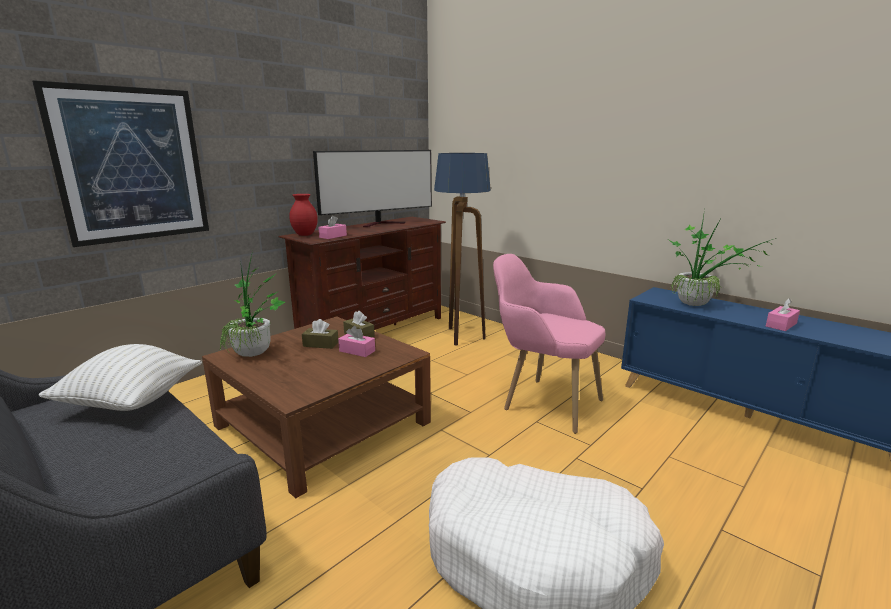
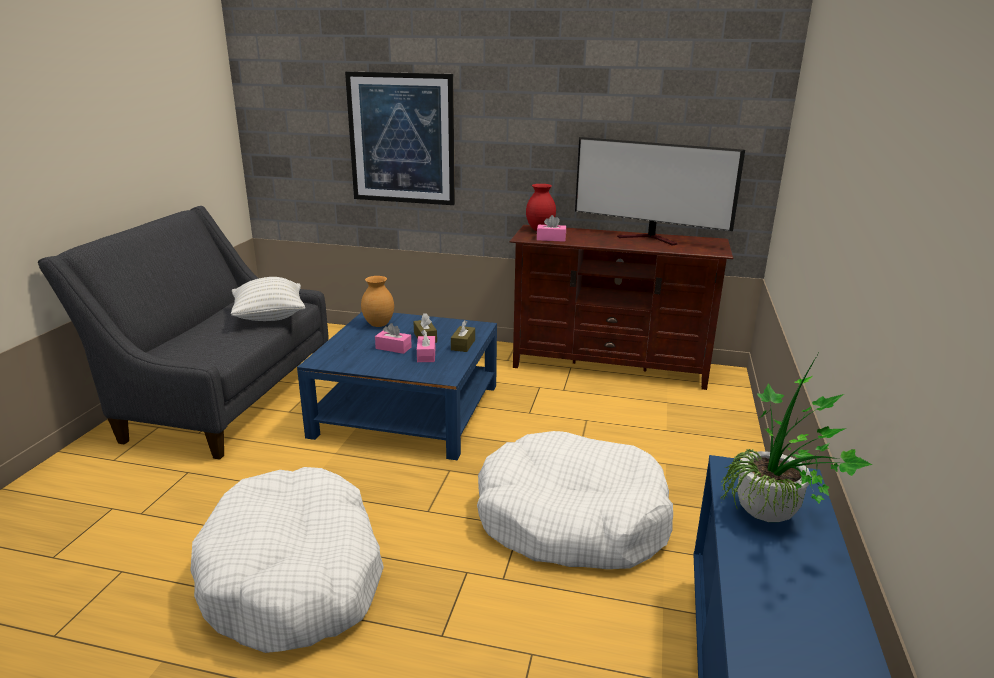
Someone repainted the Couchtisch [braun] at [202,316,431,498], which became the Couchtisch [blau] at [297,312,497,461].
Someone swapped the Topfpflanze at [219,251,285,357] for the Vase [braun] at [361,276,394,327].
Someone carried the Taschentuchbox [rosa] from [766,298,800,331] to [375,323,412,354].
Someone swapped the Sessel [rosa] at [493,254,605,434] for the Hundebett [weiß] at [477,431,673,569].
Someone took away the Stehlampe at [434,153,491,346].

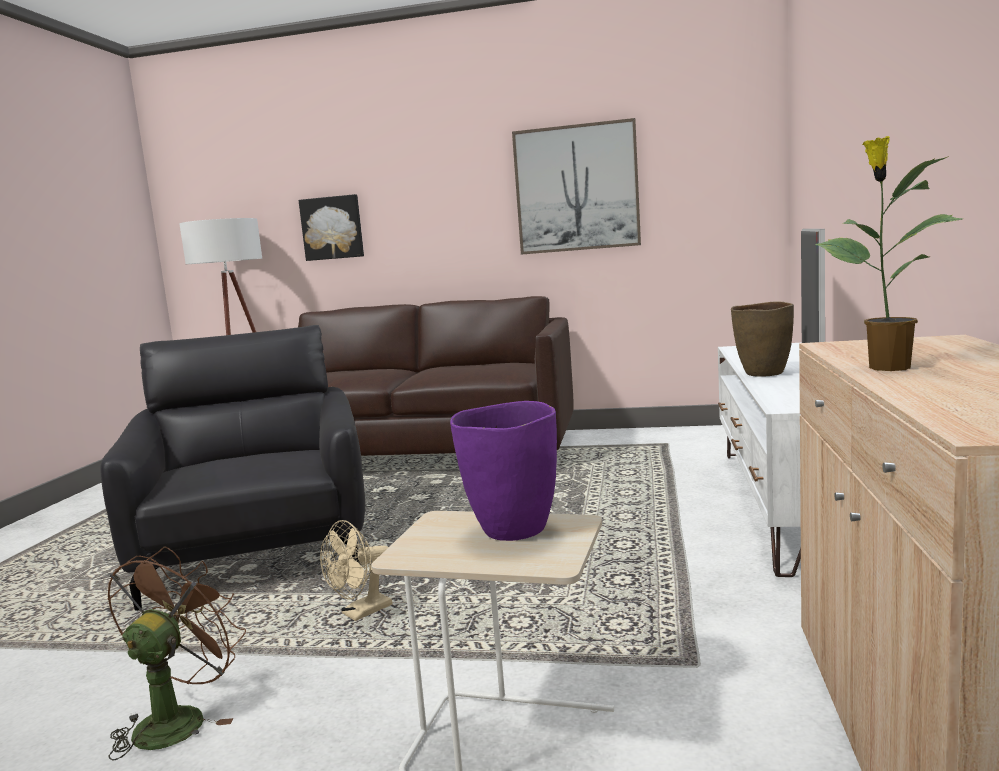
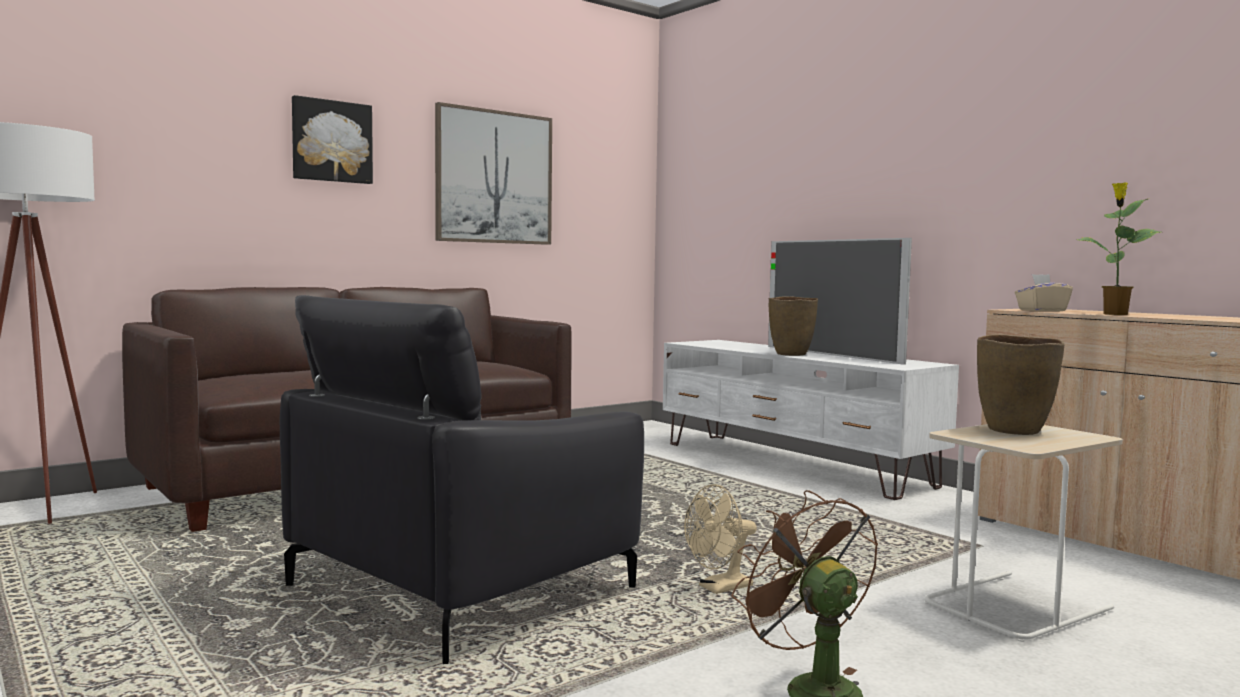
Someone rotated the Sessel [schwarz] at [100,325,365,611] by 75 degrees counterclockwise.
Someone carried the Bild from [299,194,364,261] to [292,95,373,184].
Someone rotated the Ventilator [beige] at [320,520,392,621] by 60 degrees clockwise.
Someone repainted the Vase [lila] at [450,401,557,541], which became the Vase [braun] at [977,334,1064,435].
Someone put down the Taschentuchbox [beige] at [1015,274,1073,311].

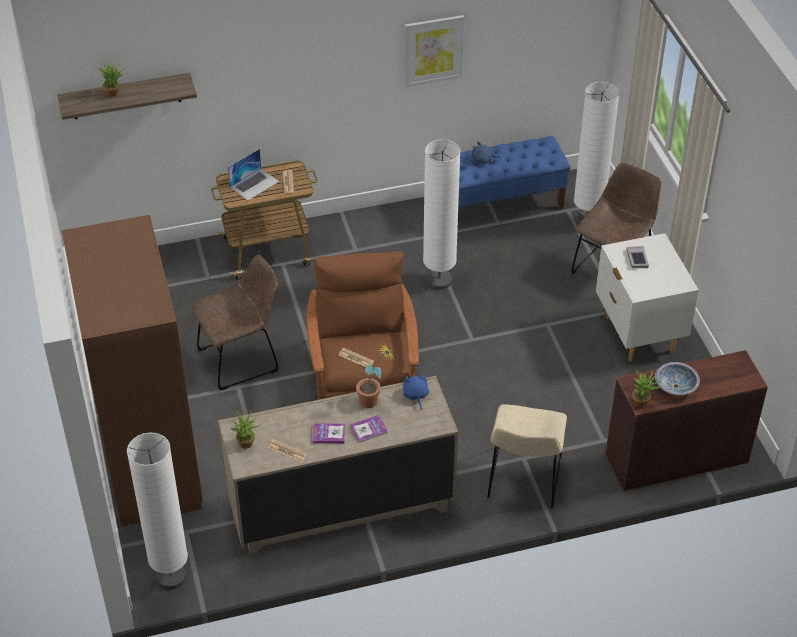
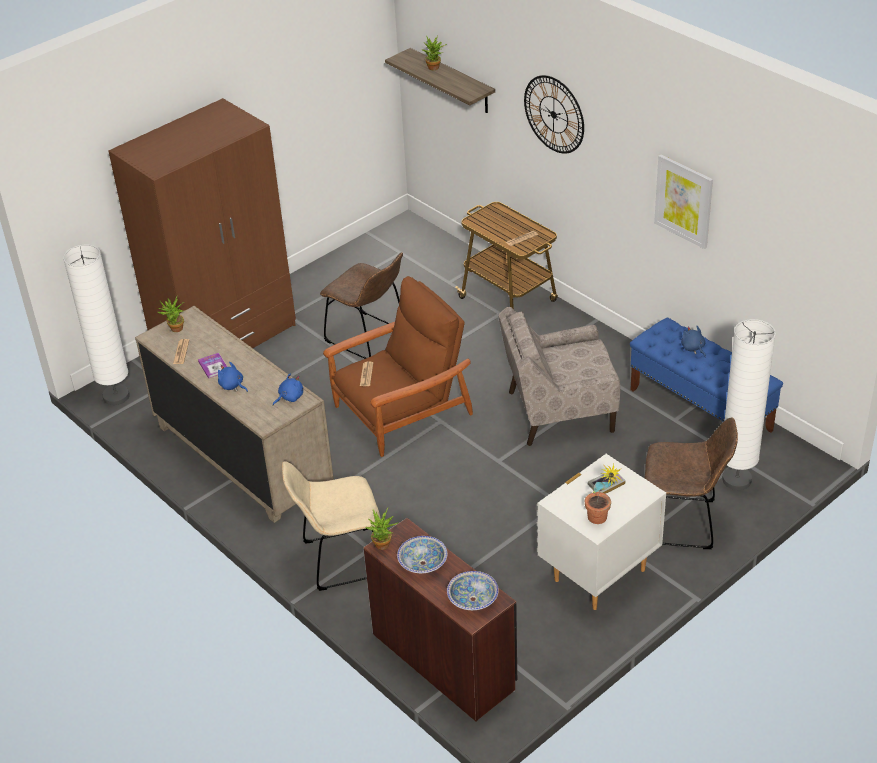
Someone swapped the Buch at [350,415,388,443] for the Plüschtier [blau] at [218,362,248,392].
Someone put down the Schüssel at [447,571,499,610].
Someone swapped the Stehlampe [weiß] at [423,139,461,290] for the Sessel [beige] at [498,307,620,446].
Someone put up the Wanduhr at [524,75,584,154].
Someone carried the Topfpflanze from [356,345,394,408] to [585,463,622,524].
Someone took away the Laptop at [228,149,279,200].

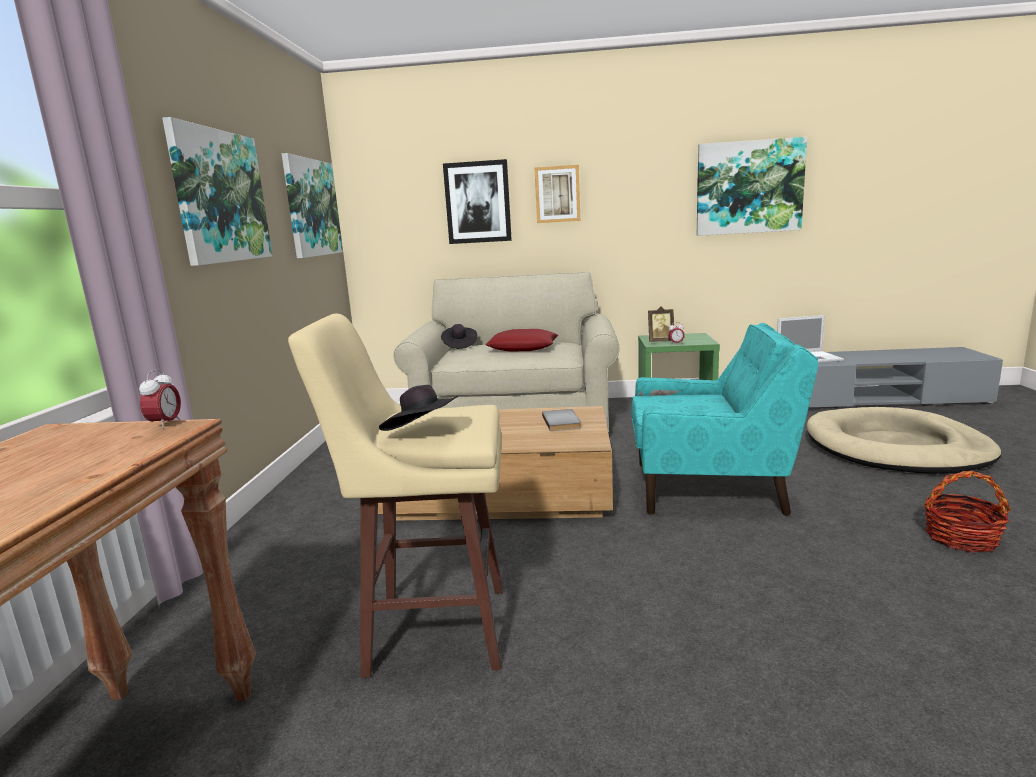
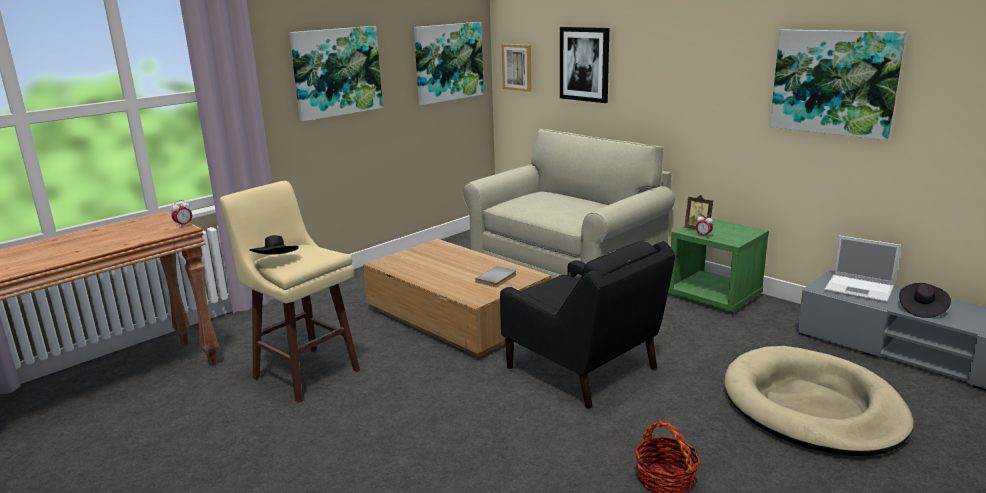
Someone repainted the Sessel [türkis] at [631,323,818,515], which became the Sessel [schwarz] at [500,240,675,409].
Someone carried the Bild from [535,165,580,223] to [502,44,531,92].
Someone carried the Hut [schwarz] from [441,324,477,349] to [899,283,951,318].
Someone took away the Kissen [rot] at [486,329,558,352].

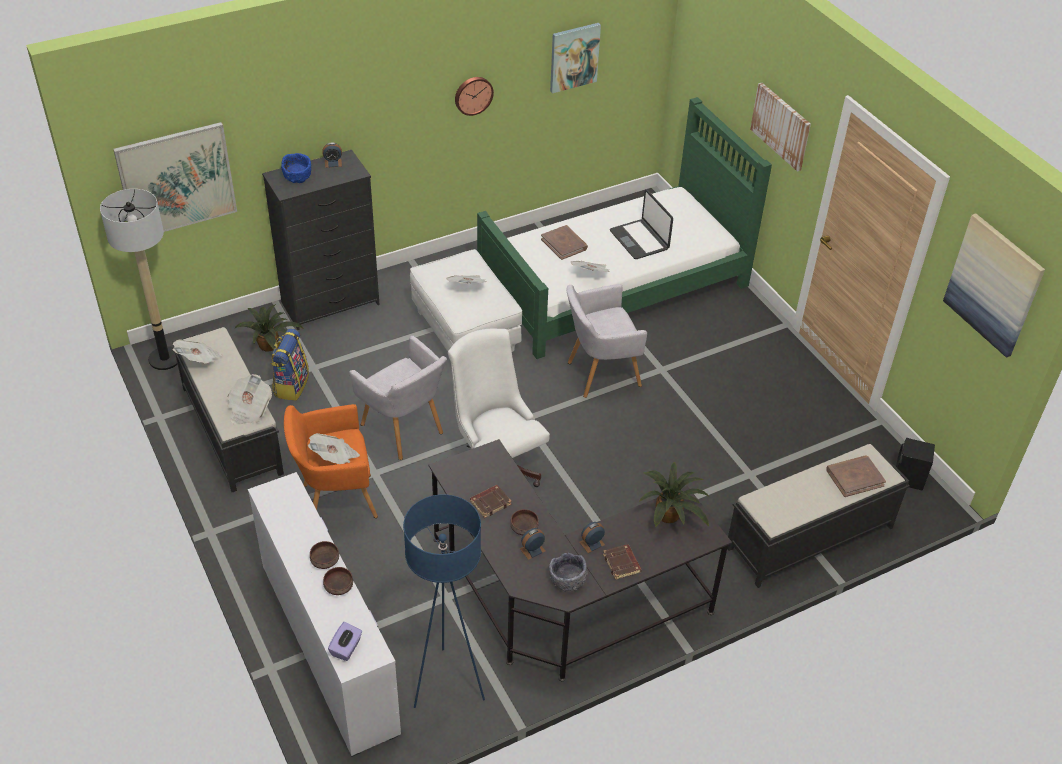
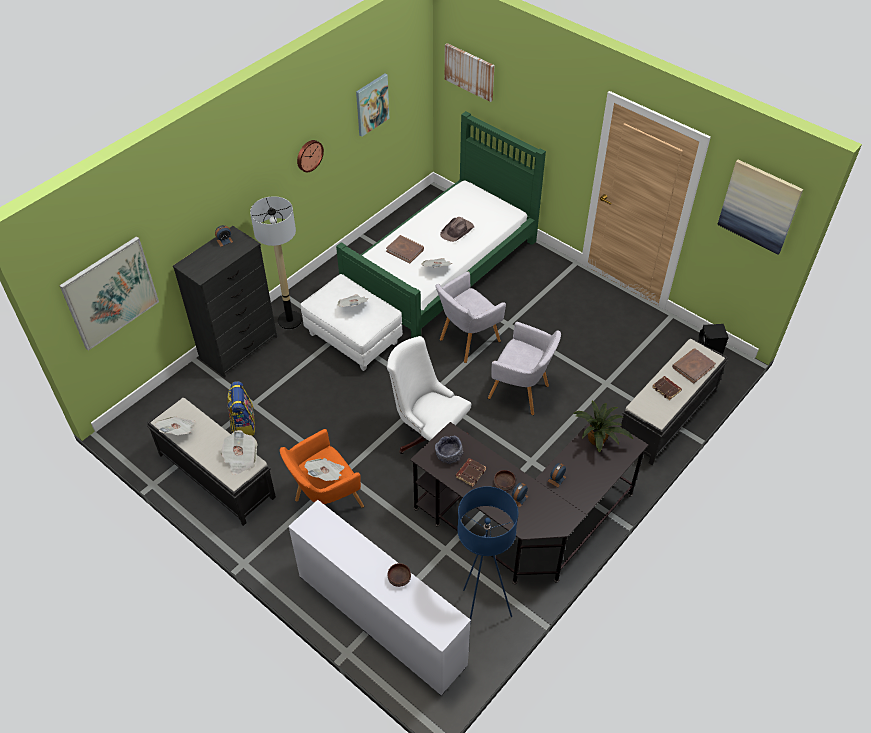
Someone carried the Stehlampe from [100,189,178,370] to [250,196,302,329].
Someone carried the Schüssel [grau] from [549,553,588,592] to [435,436,464,464].
Someone swapped the Laptop at [610,189,673,259] for the Hut [braun] at [440,217,474,242].
Someone carried the Bild from [750,83,811,172] to [445,43,494,102].
Someone carried the Sessel [grau] from [349,336,447,460] to [488,322,561,415].
Someone carried the Buch [braun] from [603,544,642,580] to [652,376,682,400].
Someone took away the Topfpflanze at [234,304,304,352].
Someone took away the Schüssel [blau] at [281,153,311,183].
Someone took away the Schüssel [braun] at [310,541,339,569].
Someone took away the Taschentuchbox [lila] at [328,622,362,661].

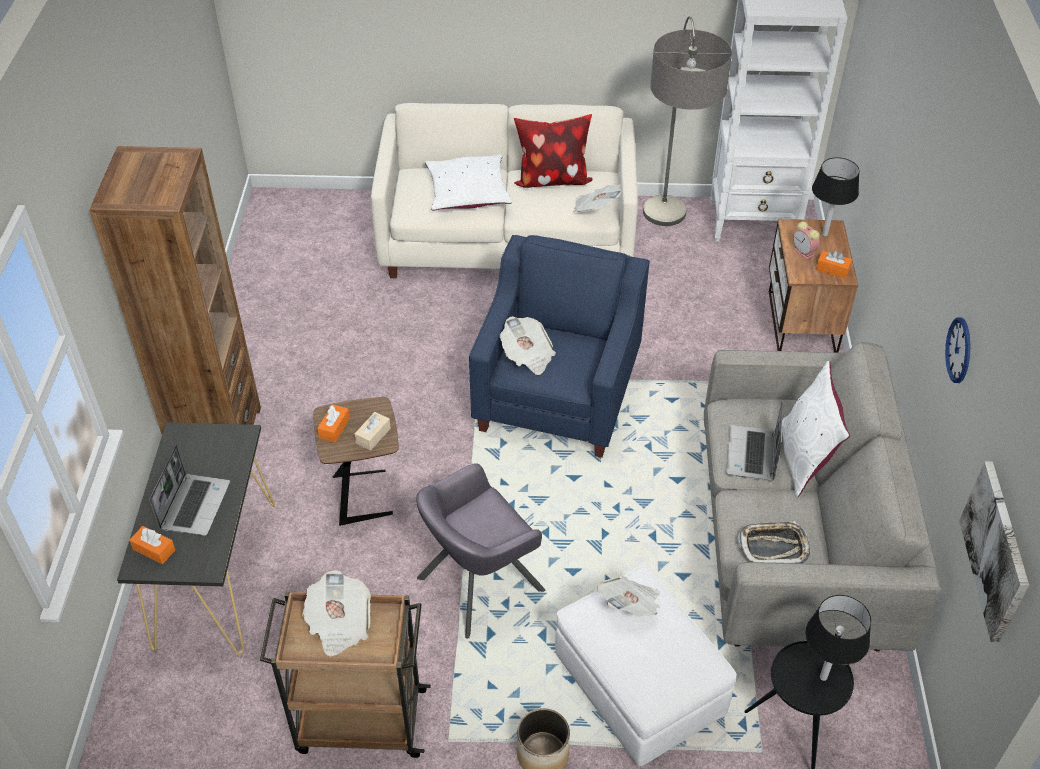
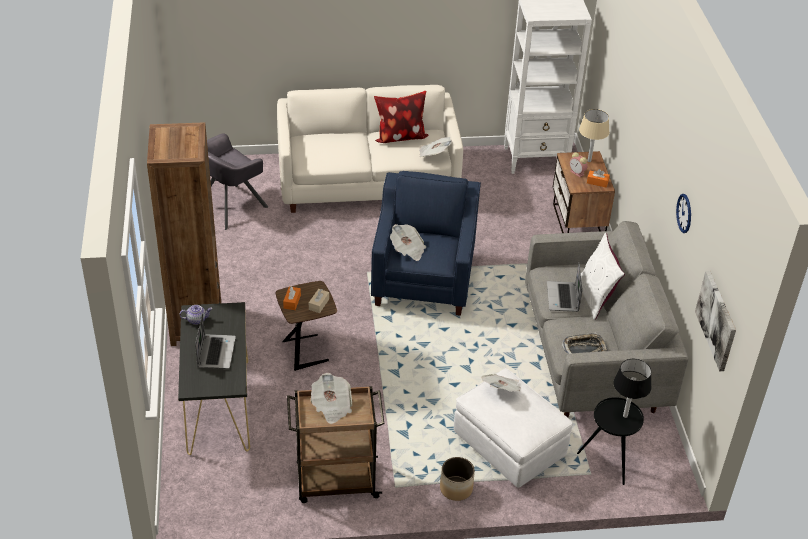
Someone put down the Teekanne at [179,305,212,325].
Someone carried the Sessel [grau] from [416,463,545,639] to [207,133,268,230].
Someone repainted the Tischlampe [schwarz] at [812,157,860,236], which became the Tischlampe [beige] at [579,109,610,162].
Someone took away the Taschentuchbox [orange] at [129,526,176,564].
Someone took away the Kissen [weiß] at [425,154,512,211].
Someone took away the Stehlampe at [643,16,732,226].

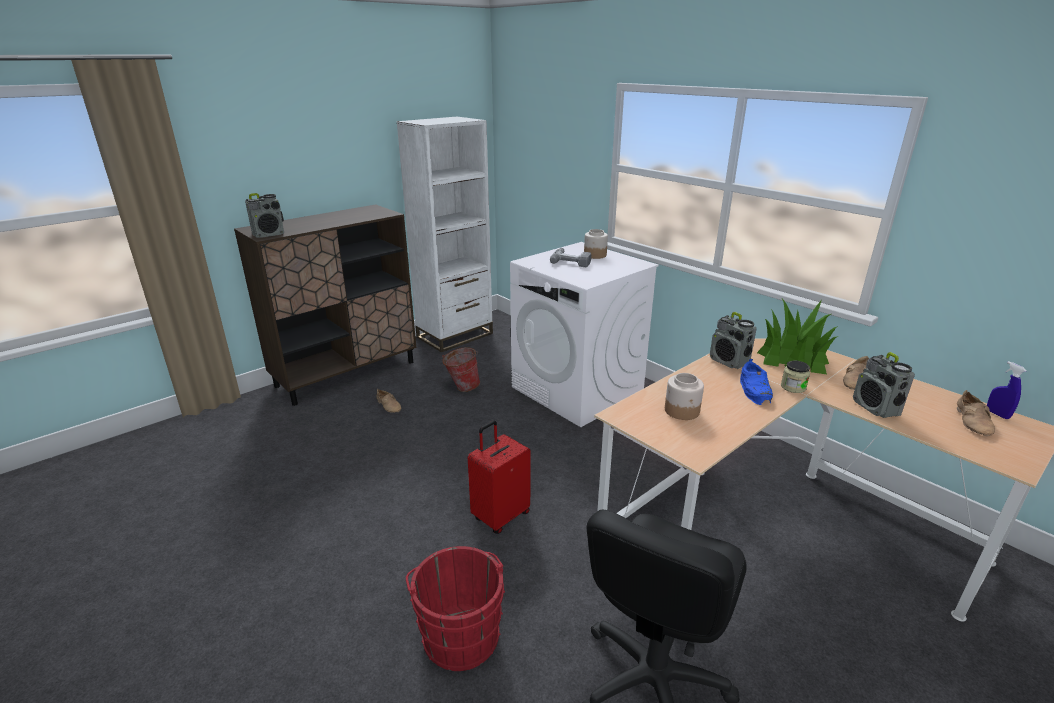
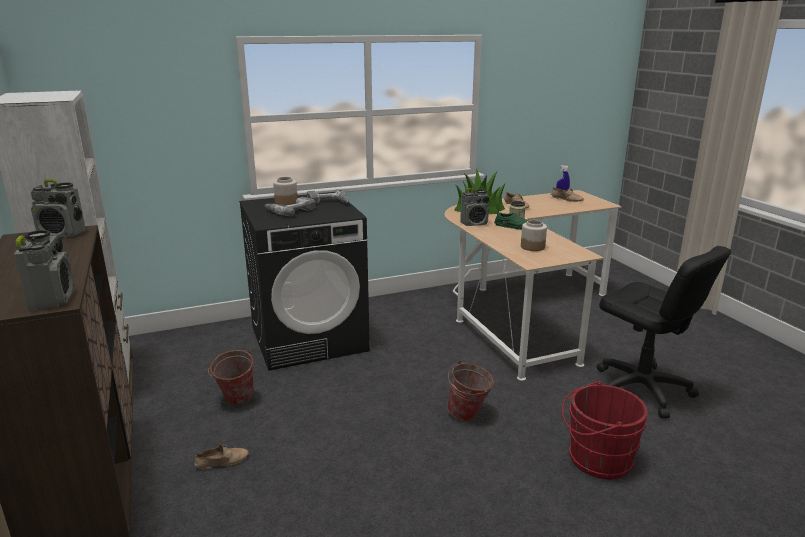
Someone carried the Radio from [853,352,915,418] to [31,179,86,237].
Someone repainted the Waschmaschine [weiß] at [510,242,659,427], which became the Waschmaschine [schwarz] at [239,192,370,371].
Someone put down the Bohrmaschine at [307,189,349,204].
Someone swapped the Koffer [rot] at [468,421,531,534] for the Eimer at [447,361,495,421].
Someone repainted the Schuh [blau] at [740,359,773,405], which became the Schuh [grün] at [494,211,529,230].

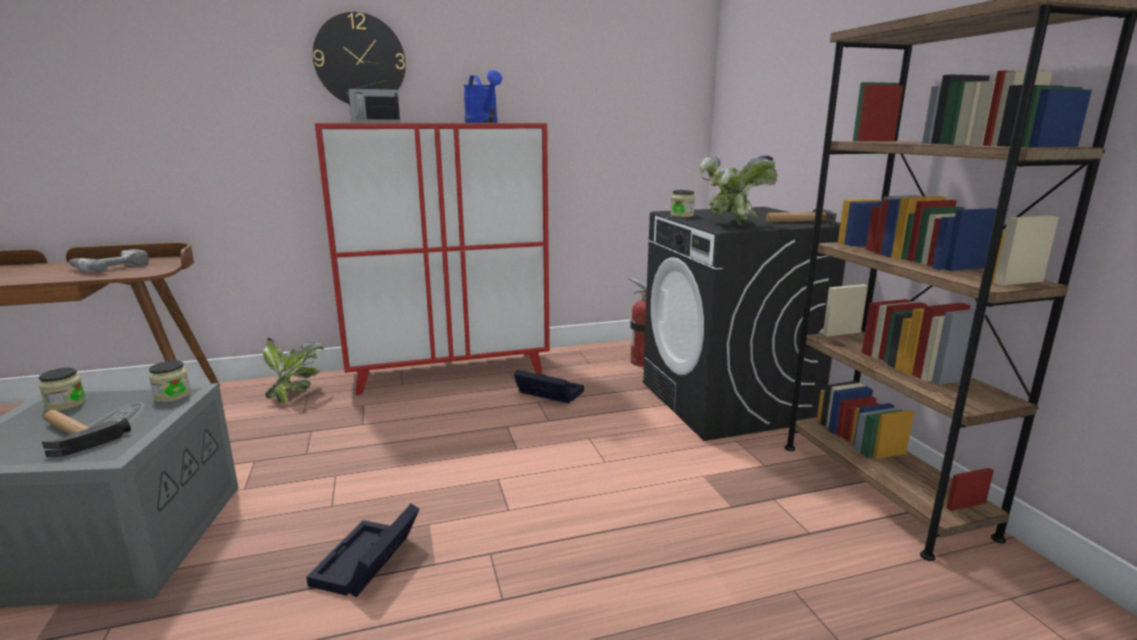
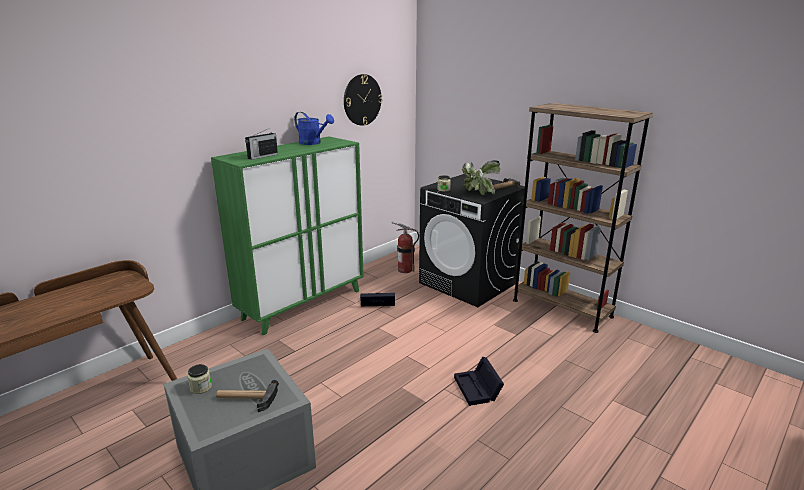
Someone repainted the Schrank [rot] at [315,123,550,395], which became the Schrank [grün] at [211,136,364,335].
Someone carried the Wanduhr from [313,12,406,104] to [344,74,382,126].
Someone carried the Aufbewahrungsbox [schwarz] from [306,504,420,597] to [454,357,504,406].
Someone took away the Bohrmaschine at [69,249,149,273].
Someone took away the Vorratsglas at [149,360,191,403].
Someone took away the Topfpflanze at [263,338,324,403].

